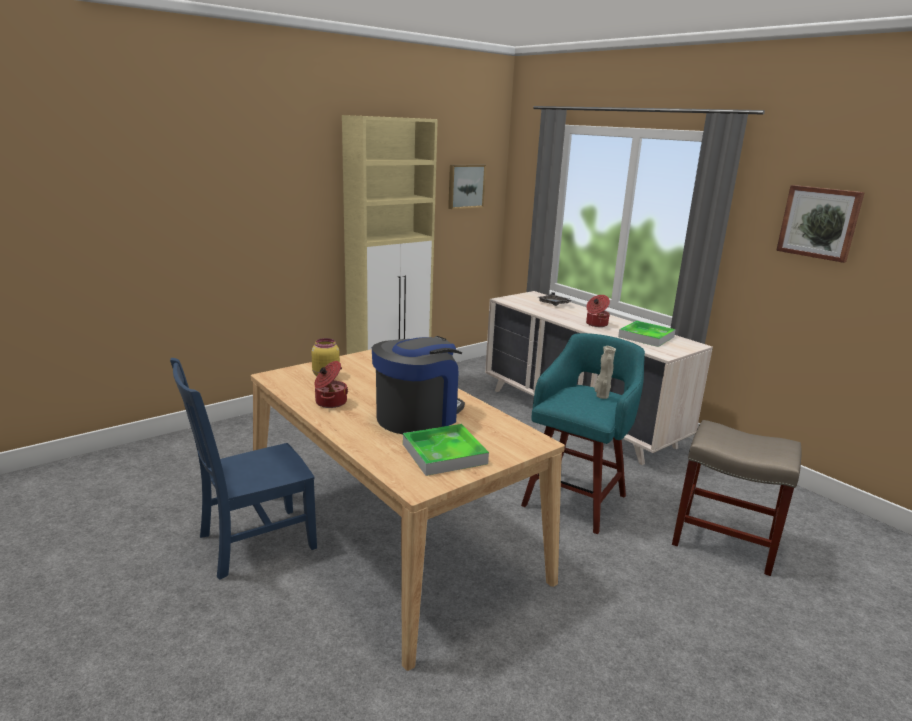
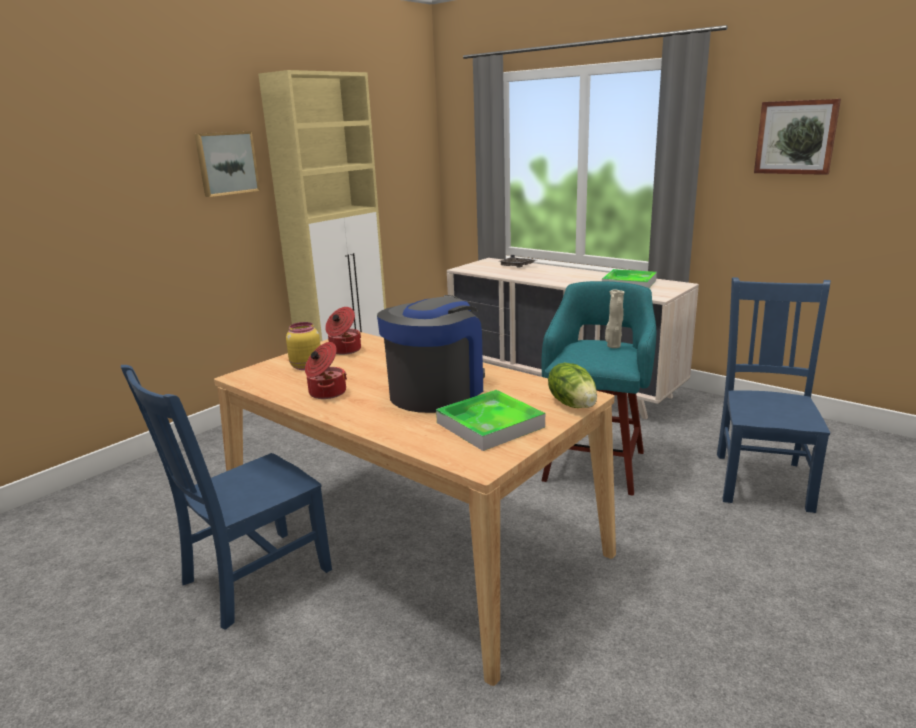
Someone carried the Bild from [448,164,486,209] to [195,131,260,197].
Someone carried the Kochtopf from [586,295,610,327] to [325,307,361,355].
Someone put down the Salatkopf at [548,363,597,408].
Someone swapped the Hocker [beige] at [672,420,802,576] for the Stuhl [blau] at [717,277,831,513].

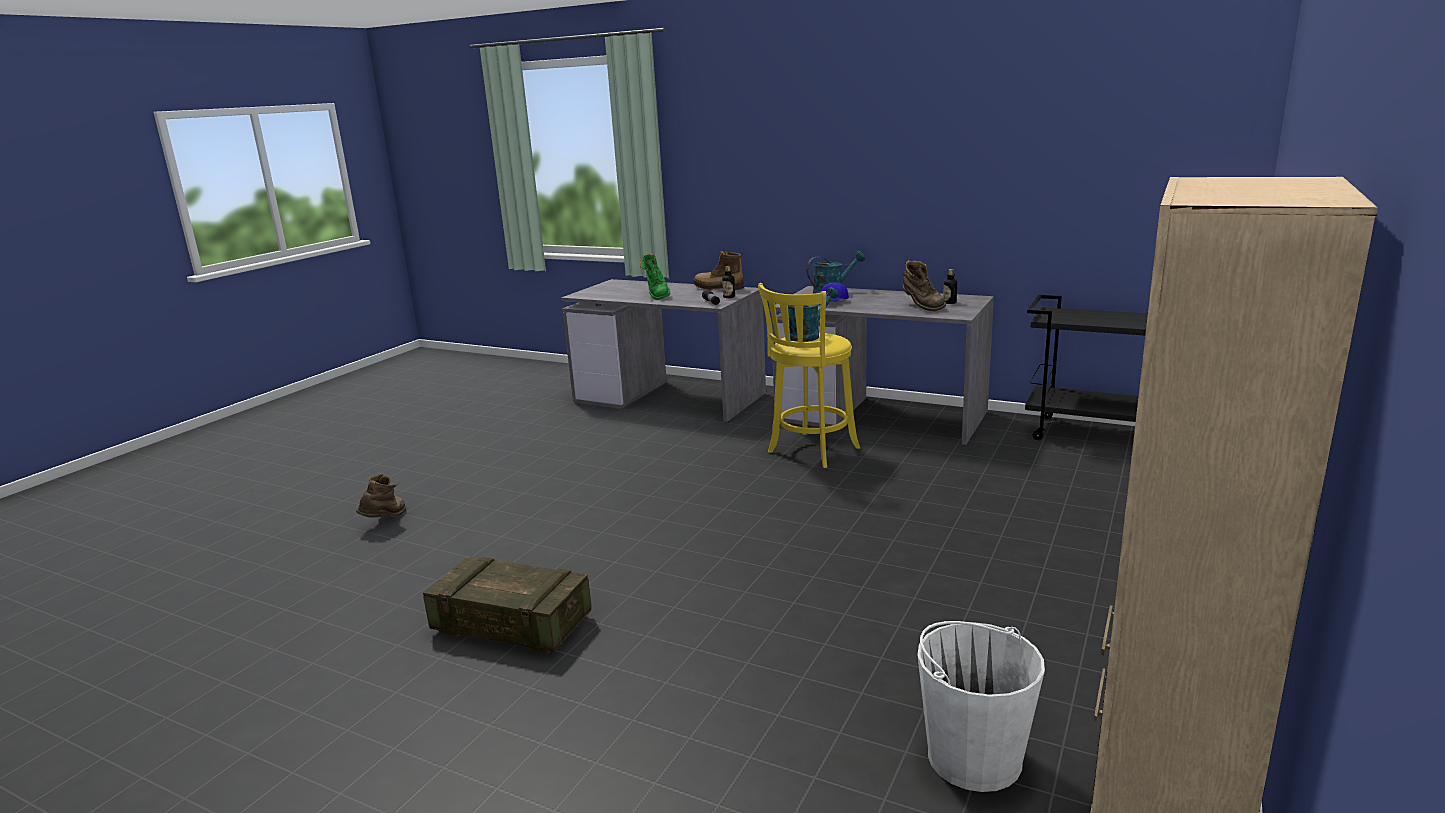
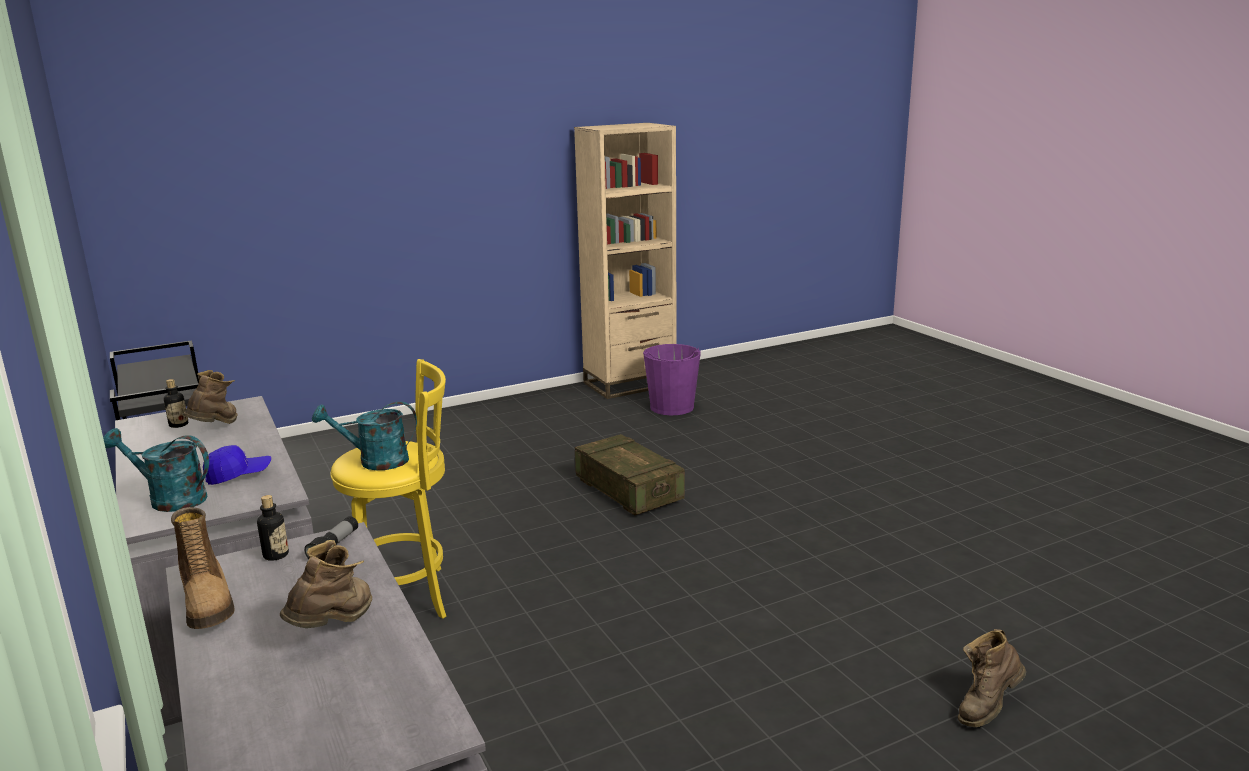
Someone repainted the Stiefel [grün] at [640,254,670,300], which became the Stiefel [braun] at [280,540,372,628].
Someone carried the Kiste from [423,556,592,653] to [575,434,685,515].
Someone repainted the Eimer [weiß] at [918,621,1045,792], which became the Eimer [lila] at [643,344,701,415].

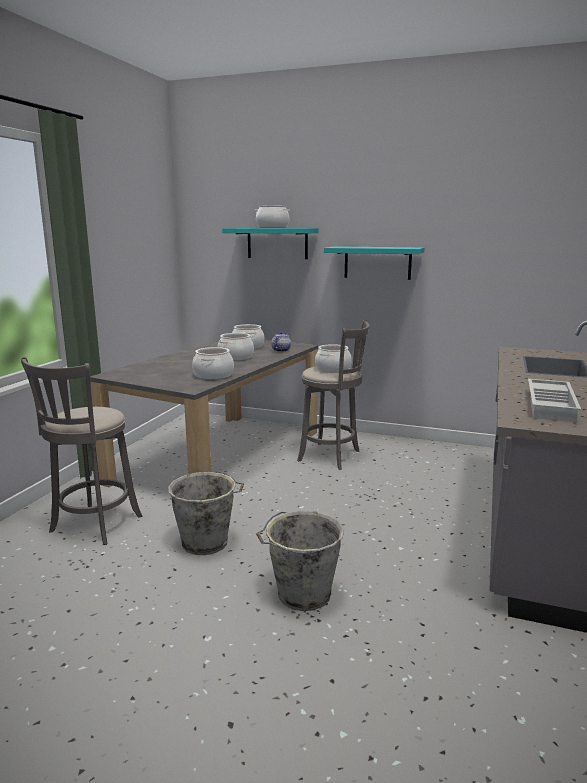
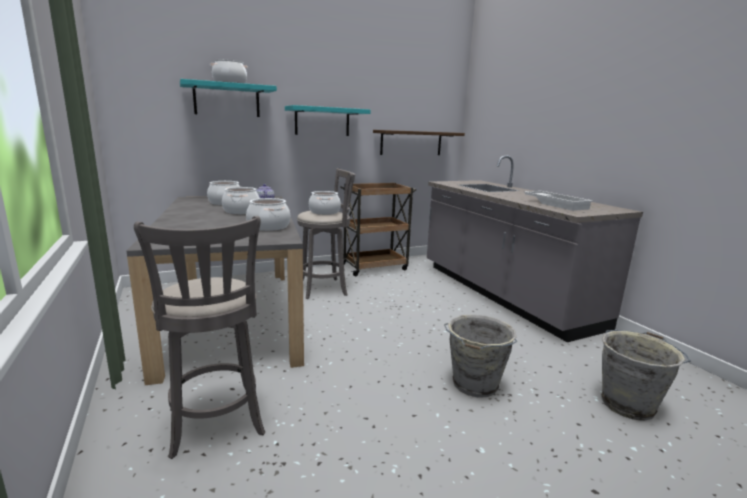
Someone put down the Rollwagen [braun] at [340,183,416,276].
Someone put up the Wandregal at [373,130,465,155].
Someone carried the Eimer [grau] from [168,471,244,555] to [601,330,691,421].

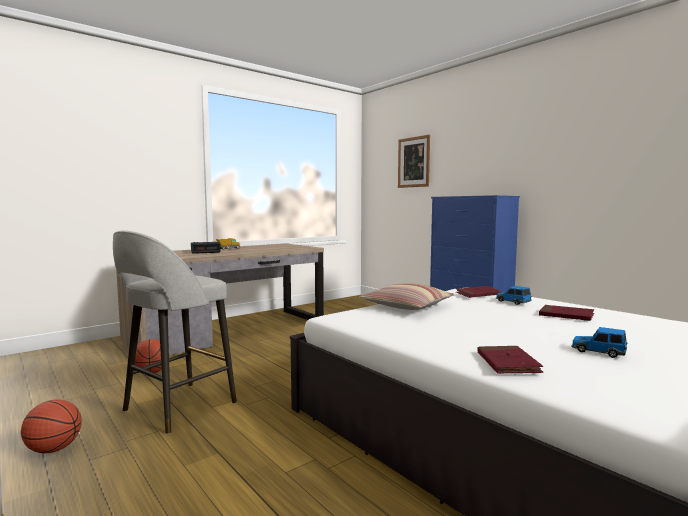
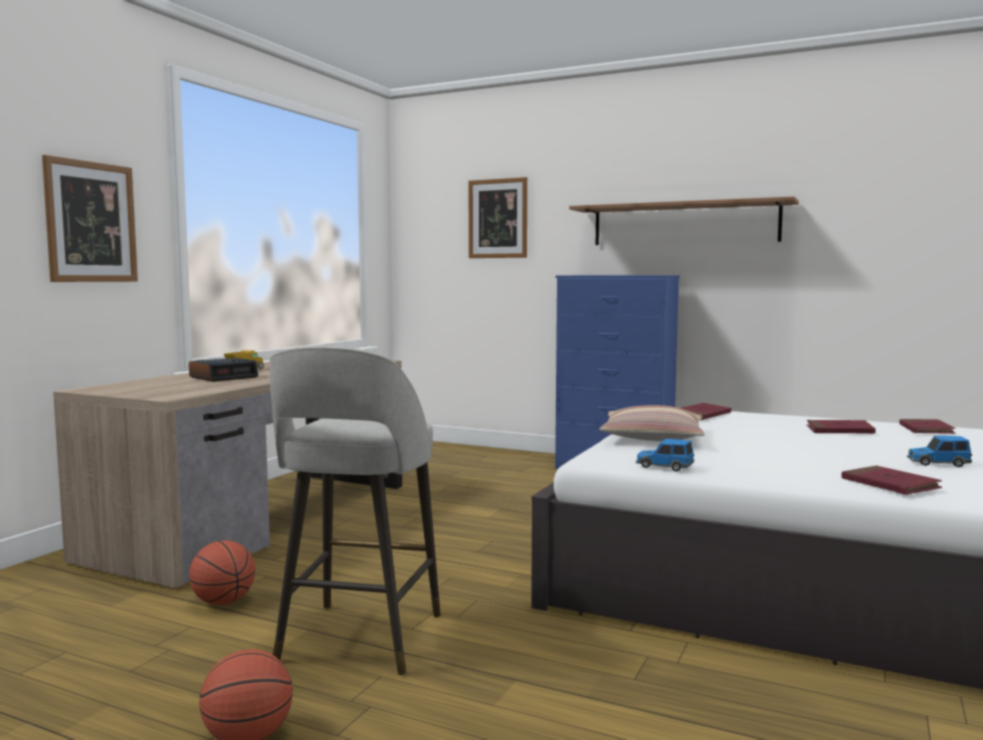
Someone put up the Bild at [42,155,138,282].
Someone put up the Wandregal at [569,196,799,245].
Someone carried the Spielzeugauto from [496,286,532,305] to [636,439,694,472].
Someone put down the Buch [rot] at [899,419,955,434].

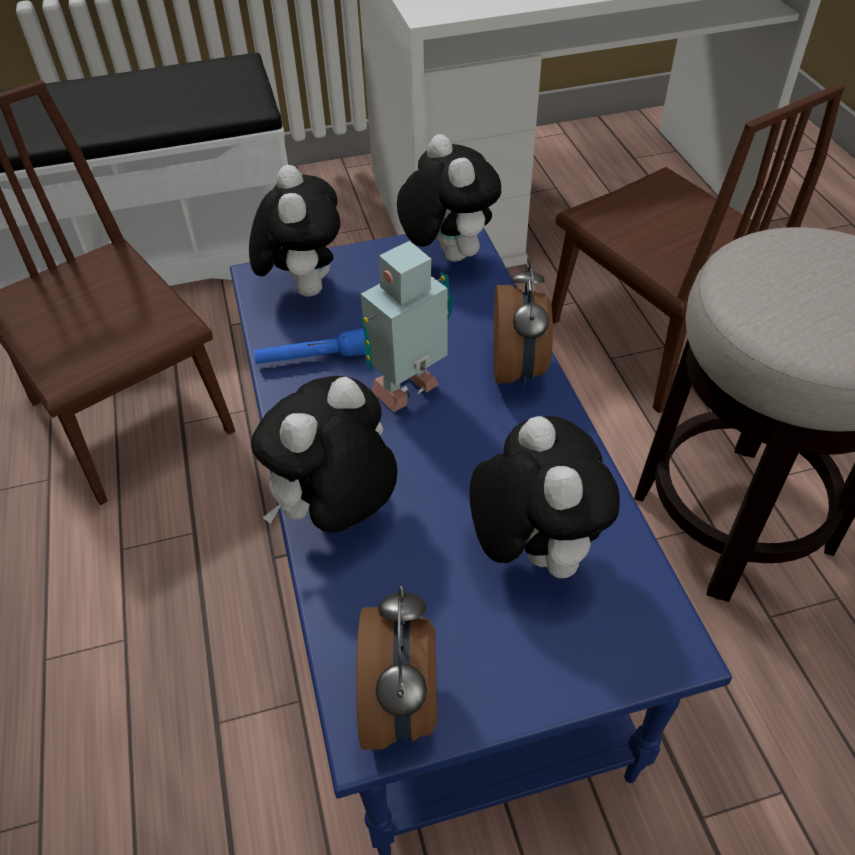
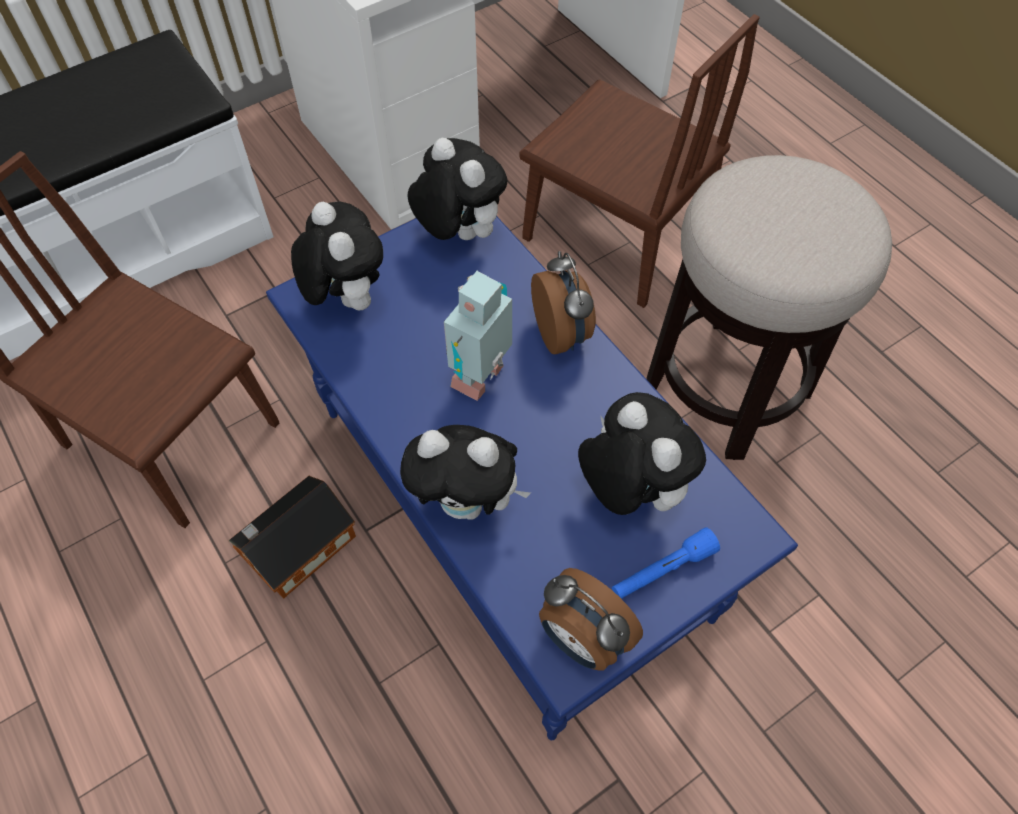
Someone put down the Spielzeughaus at [228,476,356,599].
Someone rotated the Plüschtier at [251,376,398,532] by 105 degrees counterclockwise.
Someone rotated the Wecker at [356,586,437,750] by 150 degrees clockwise.
Someone carried the Taschenlampe [blau] from [254,328,365,364] to [612,527,720,599].

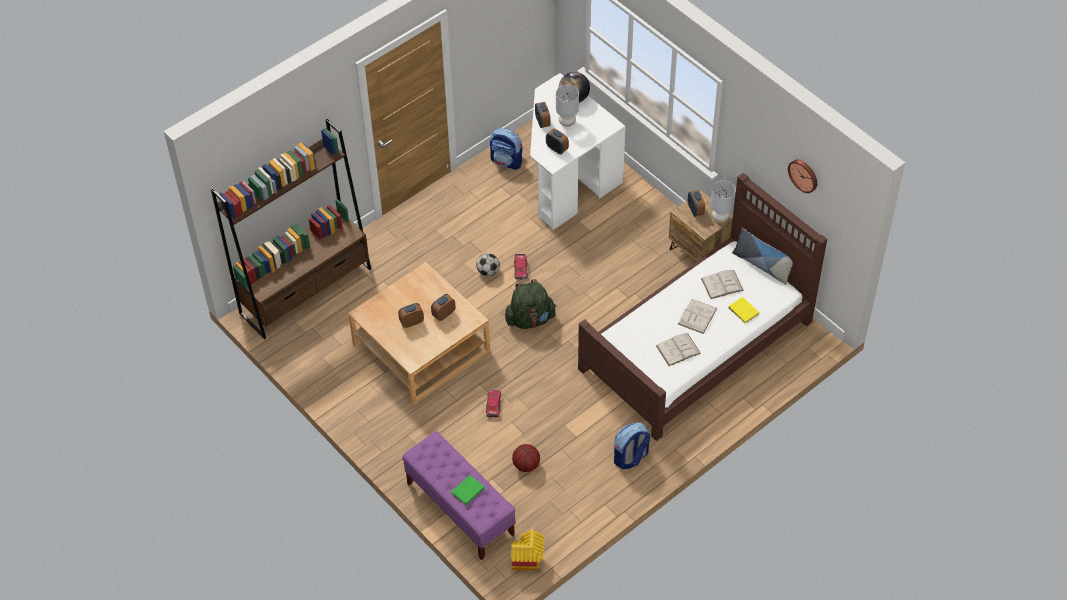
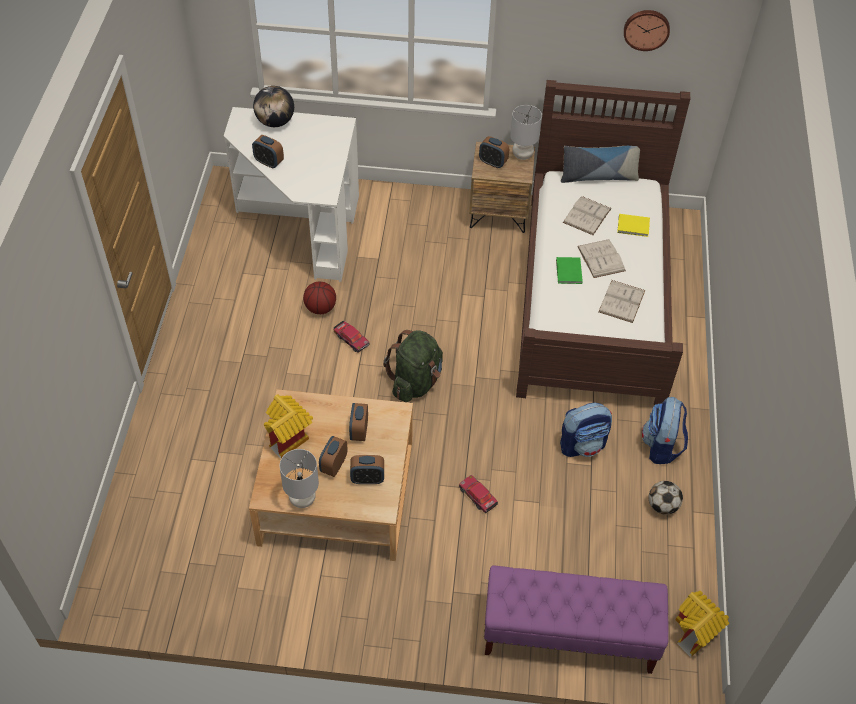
Someone put down the Spielzeughaus at [264,395,313,459].
Someone carried the Tischlampe [grau] from [556,85,579,127] to [279,449,319,508].
Someone carried the Basketball from [512,444,540,472] to [303,282,336,314].
Someone carried the Wecker from [546,128,569,154] to [350,455,384,484].
Someone carried the Buch [grün] from [451,475,485,505] to [556,257,583,284].
Someone carried the Rucksack from [490,128,523,170] to [560,403,612,457].
Someone carried the Fußball from [476,253,500,276] to [648,481,683,515].
Someone took away the Bücherregal [braun] at [211,118,371,339].

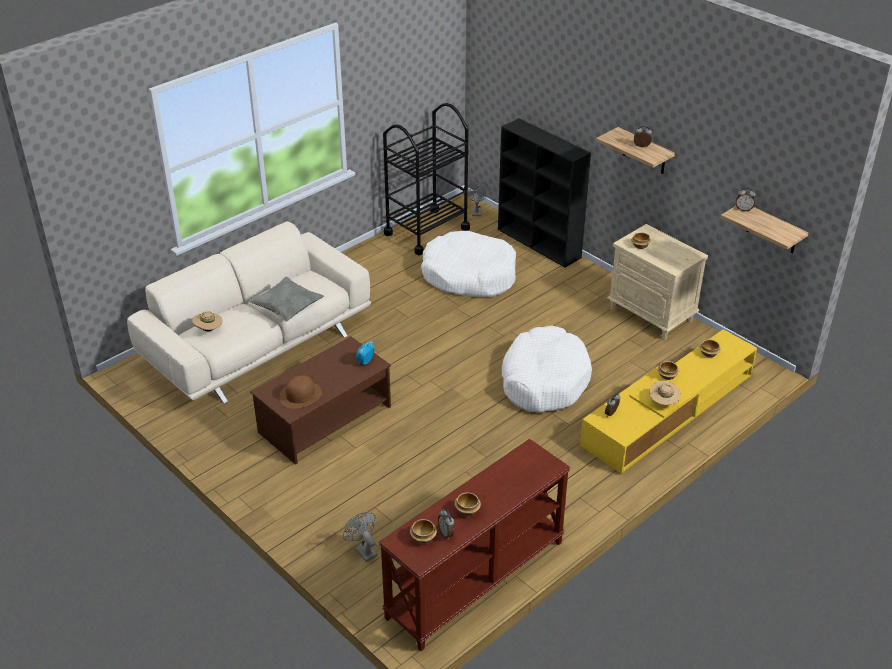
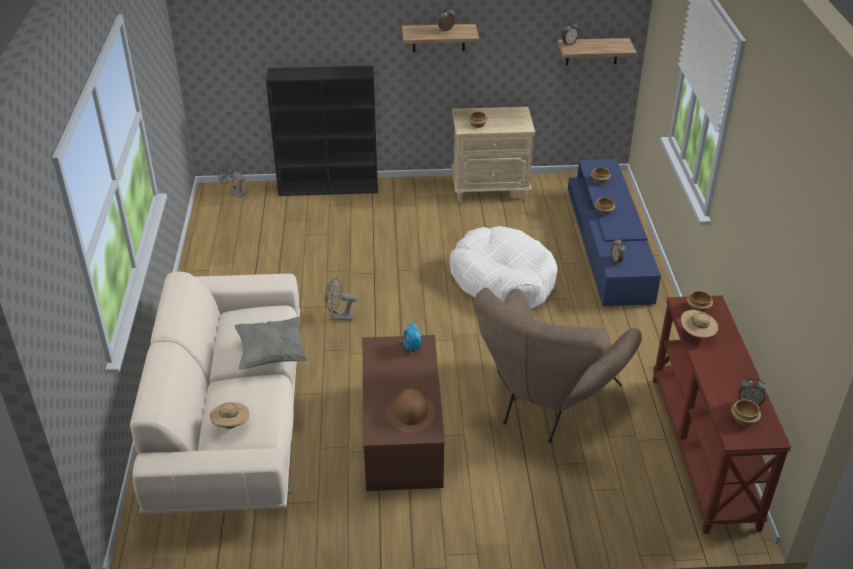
Someone carried the Ventilator [grau] from [343,513,377,562] to [324,277,357,321].
Someone put down the Sessel [braun] at [474,288,642,443].
Someone repainted the Fernsehschrank [gelb] at [580,329,757,474], which became the Fernsehschrank [blau] at [568,159,661,306].
Someone carried the Hut [beige] from [649,381,681,405] to [681,310,718,338].
Someone carried the Schüssel from [454,492,481,516] to [687,291,713,312].
Someone took away the Rollwagen [schwarz] at [383,103,470,255].
Someone took away the Hundebett [weiß] at [421,231,516,297].

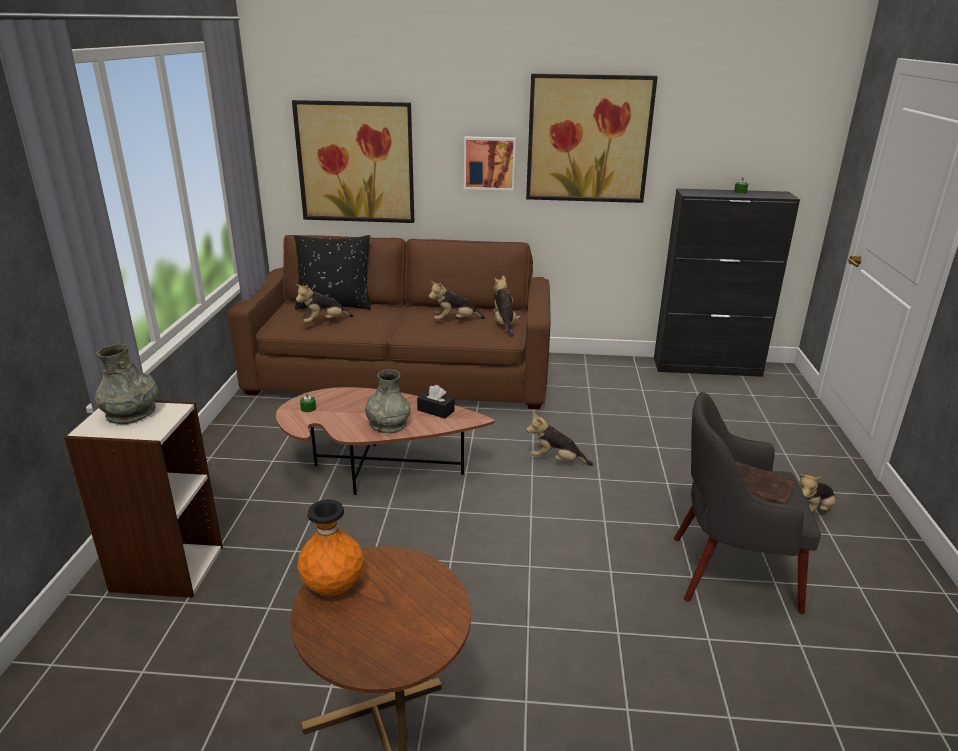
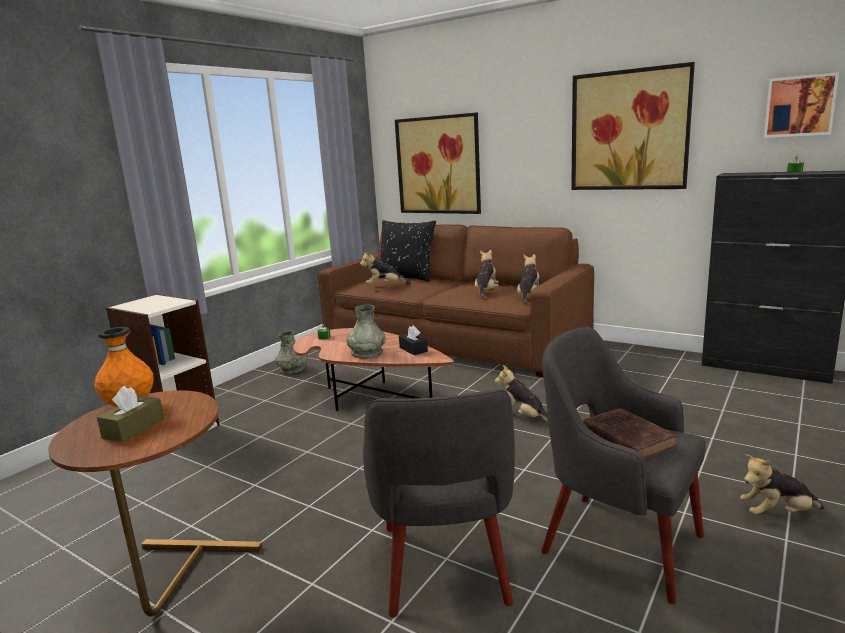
Someone put down the Taschentuchbox [braun] at [97,386,164,442].
Someone carried the Vase [grau] from [95,344,158,424] to [275,331,308,374].
Someone put down the Sessel [grau] at [363,389,515,617].
Someone rotated the Plüschtier at [428,281,485,320] by 90 degrees clockwise.
Someone carried the Bild from [464,136,516,191] to [764,72,839,138].

